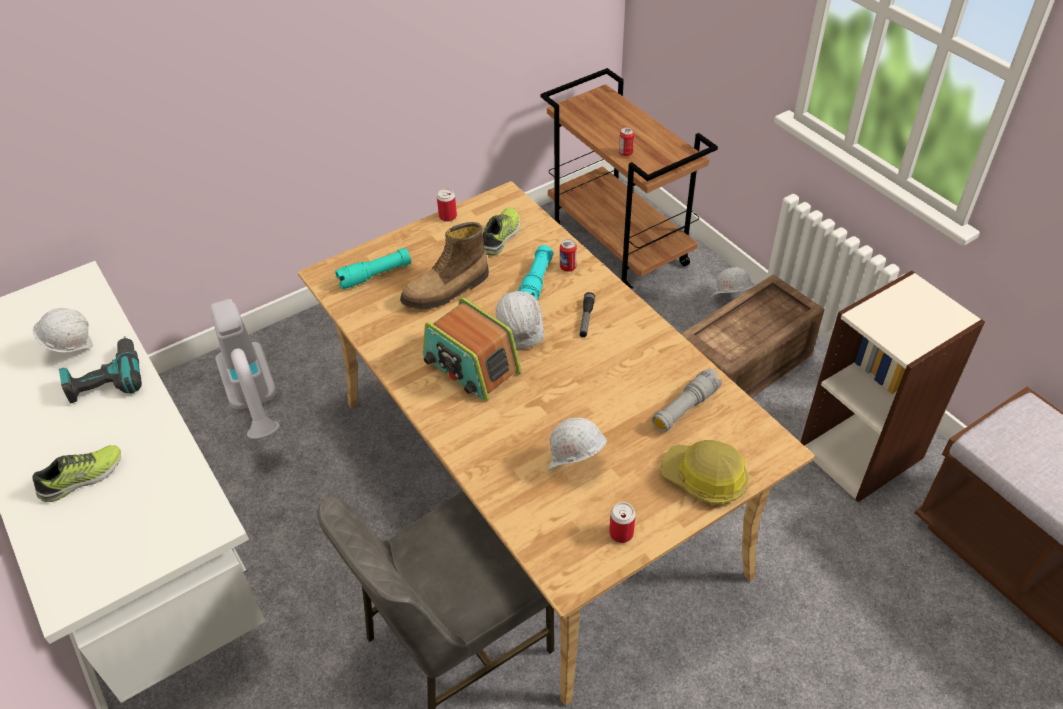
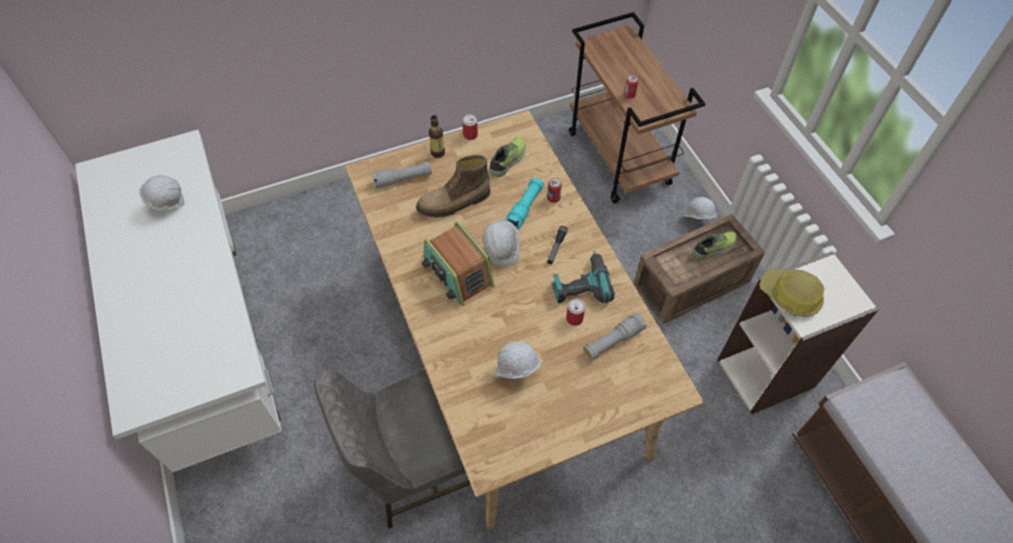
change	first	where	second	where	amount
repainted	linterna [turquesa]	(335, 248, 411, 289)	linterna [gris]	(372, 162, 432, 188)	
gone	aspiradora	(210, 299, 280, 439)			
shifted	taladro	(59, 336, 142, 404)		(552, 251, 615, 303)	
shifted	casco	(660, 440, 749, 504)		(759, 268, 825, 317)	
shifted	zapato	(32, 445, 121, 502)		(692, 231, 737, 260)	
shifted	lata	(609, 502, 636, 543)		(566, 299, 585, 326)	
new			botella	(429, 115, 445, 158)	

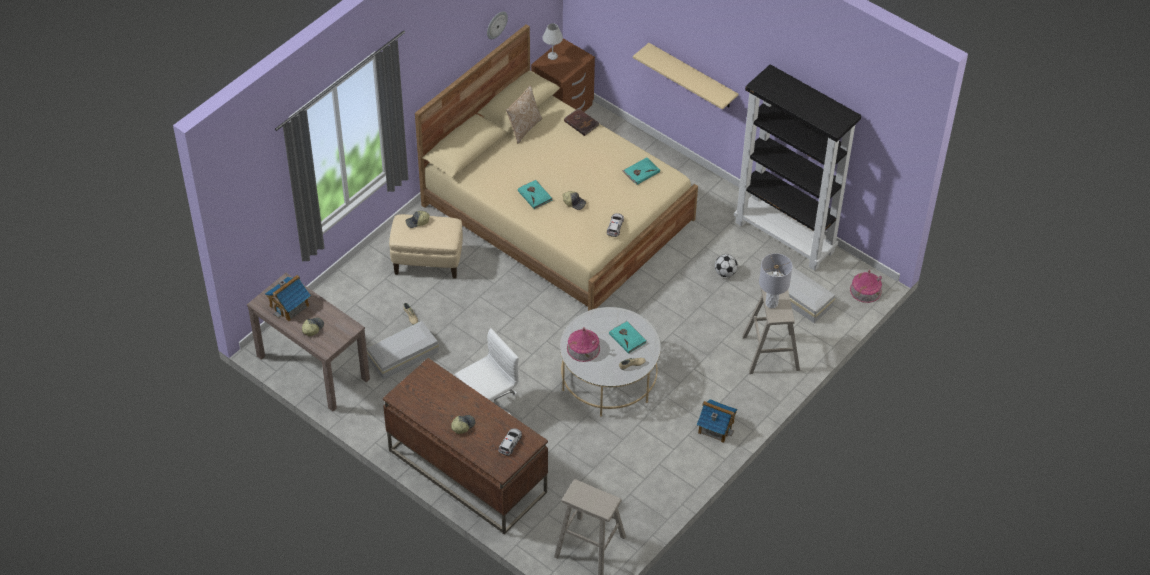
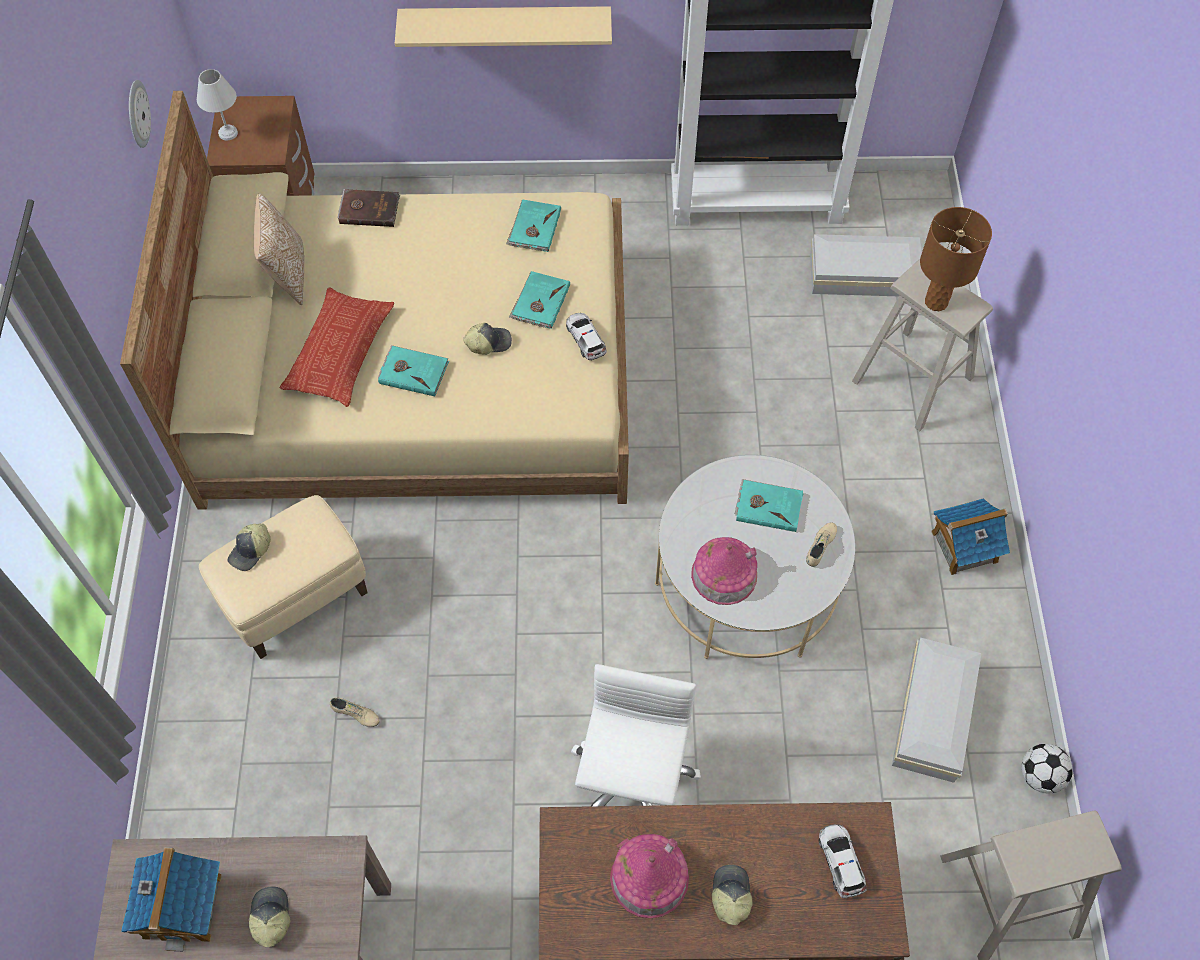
change	first	where	second	where	amount
repainted	lámpara de mesa [gris]	(759, 253, 792, 308)	lámpara de mesa [marrón]	(920, 207, 992, 311)	
shifted	balón de fútbol	(715, 254, 738, 277)		(1021, 744, 1073, 793)	
shifted	casita	(850, 270, 882, 303)		(610, 834, 689, 918)	
shifted	caja de almacenaje [blanco]	(367, 321, 439, 380)		(892, 638, 981, 783)	
new			libro [turquesa]	(509, 271, 570, 329)	
new			cojín	(279, 287, 394, 407)	

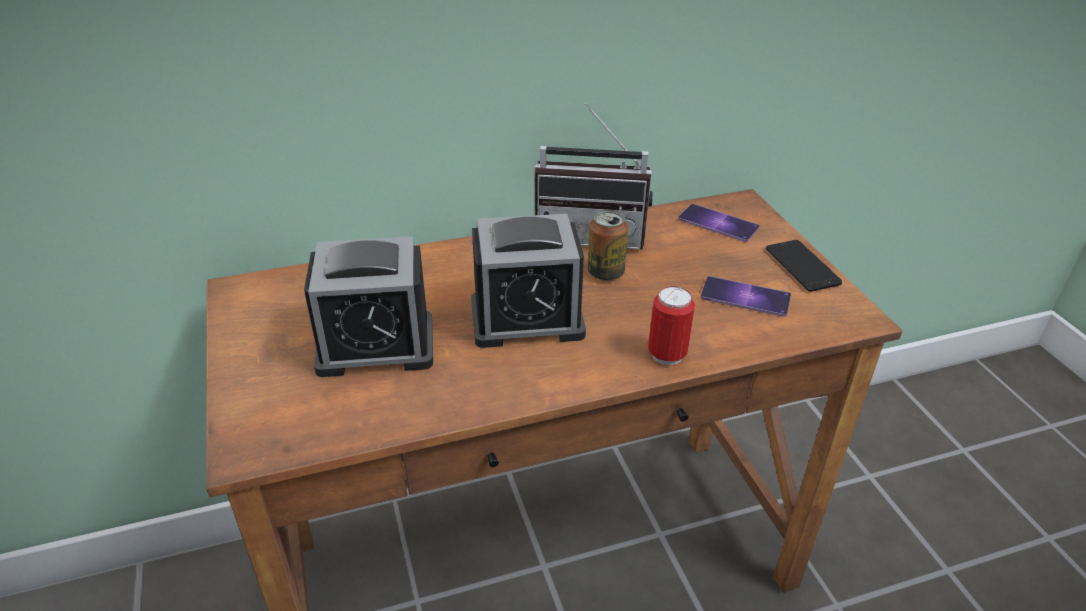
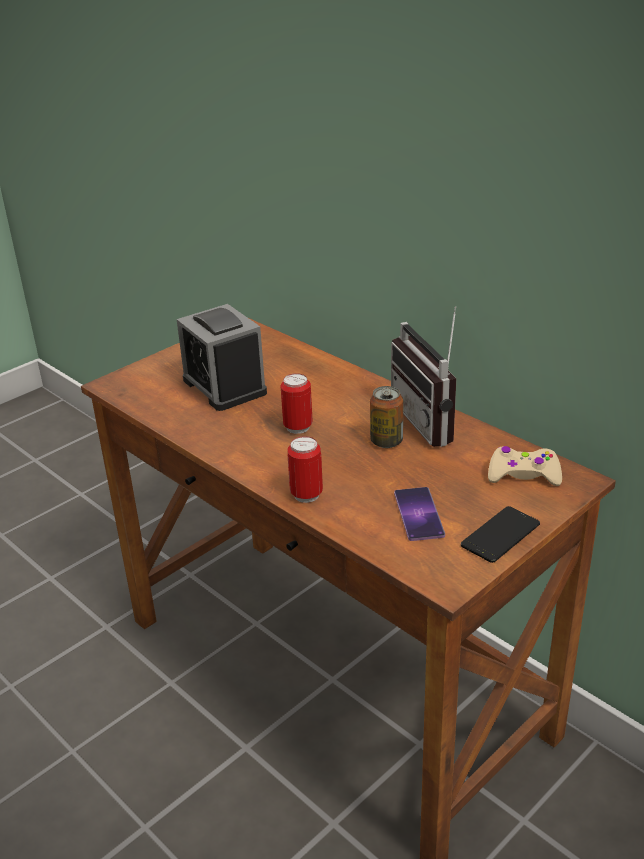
change	first	where	second	where	amount
swapped	móvil	(678, 204, 760, 242)	mando de consola [beis]	(488, 446, 562, 486)	
swapped	despertador	(471, 214, 586, 348)	lata	(281, 373, 313, 434)	

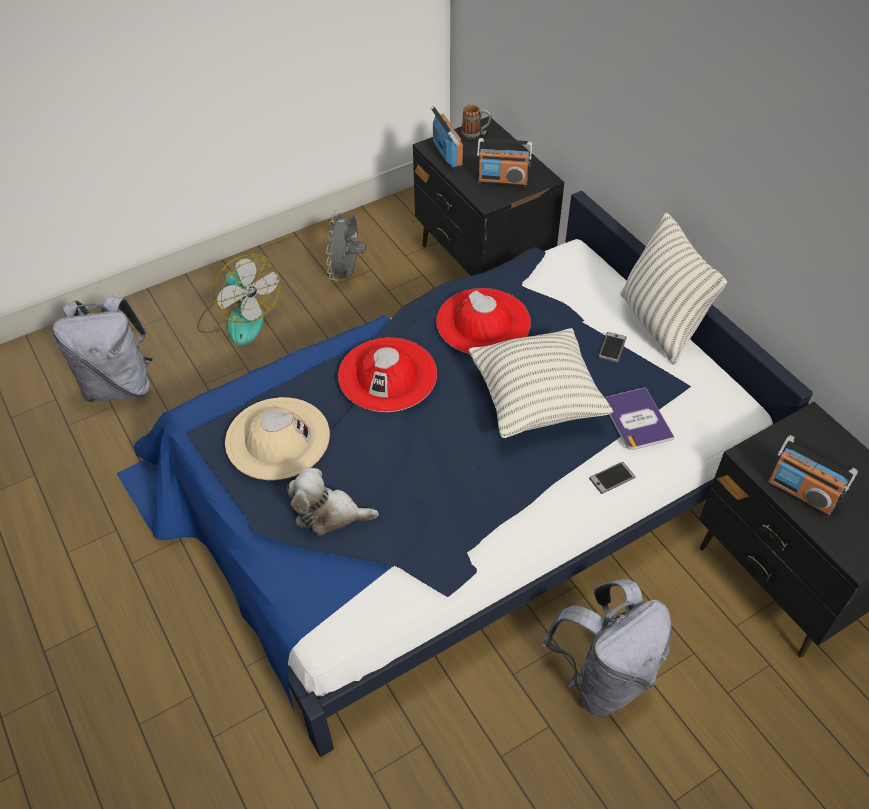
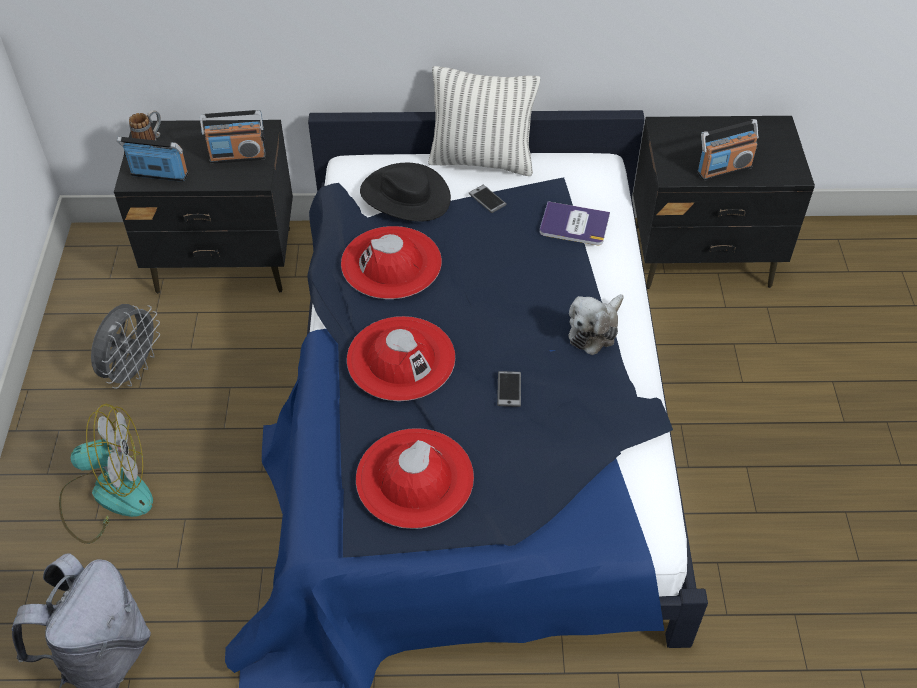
change	first	where	second	where	amount
rotated	radio	(477, 138, 532, 187)		(200, 110, 266, 164)	45 degrees clockwise
rotated	ventilador [gris]	(326, 210, 366, 281)		(91, 304, 160, 389)	105 degrees counterclockwise
gone	cojín	(468, 328, 613, 438)			
repainted	sombrero [beis]	(225, 397, 330, 480)	sombrero [rojo]	(356, 428, 474, 529)	
shifted	móvil	(589, 462, 636, 494)		(497, 371, 521, 407)	
shifted	peluche	(287, 468, 379, 535)		(568, 294, 624, 355)	
gone	mochila [gris]	(543, 579, 672, 717)			
new			sombrero [negro]	(360, 163, 451, 222)	

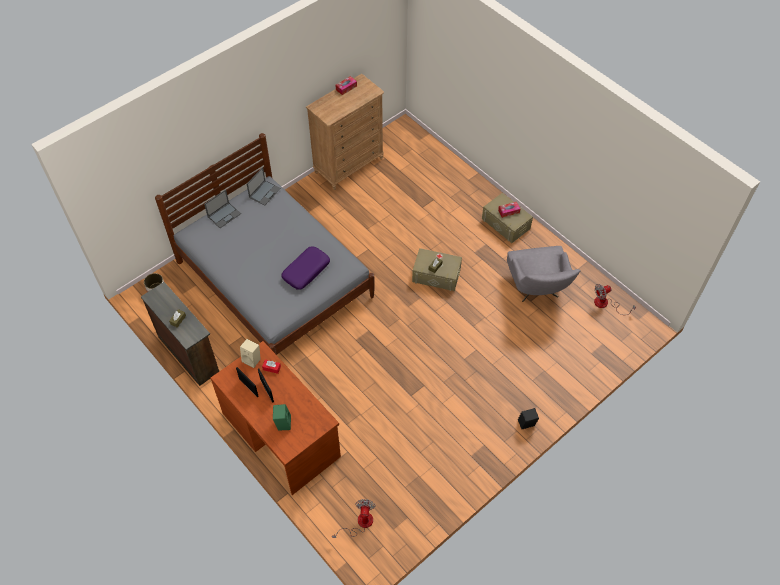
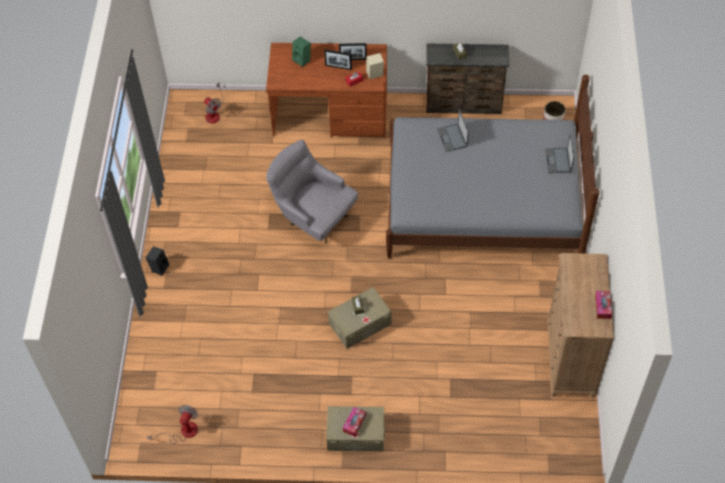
change	first	where	second	where	amount
shifted	portátil	(247, 167, 281, 205)		(437, 109, 469, 152)	
gone	cojín [morado]	(281, 246, 330, 290)			
shifted	sillón [gris]	(507, 246, 581, 302)		(266, 139, 358, 244)	

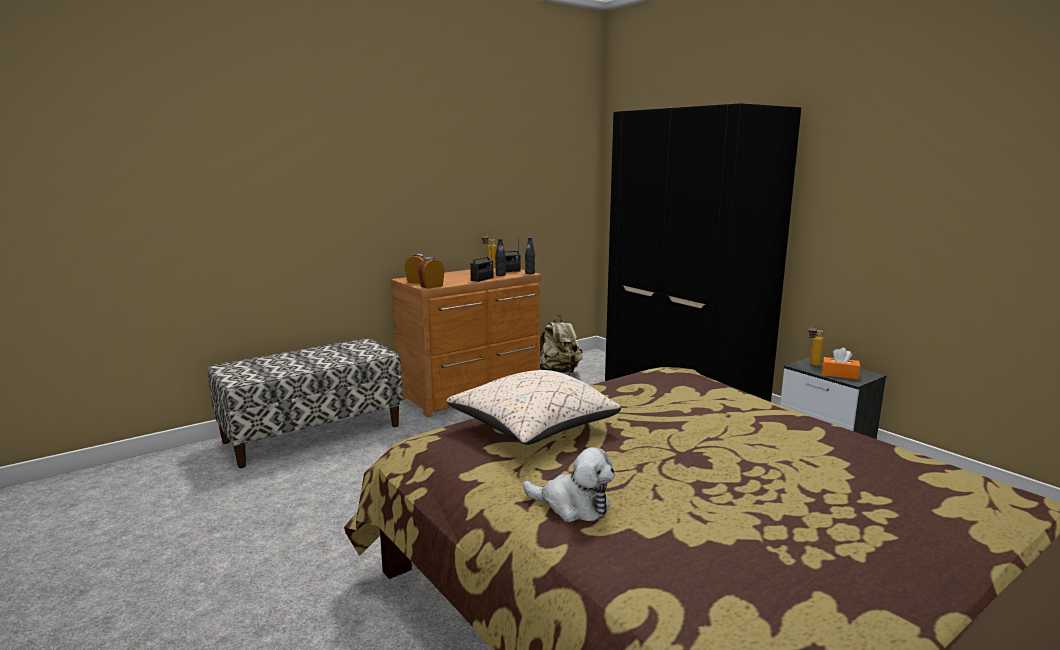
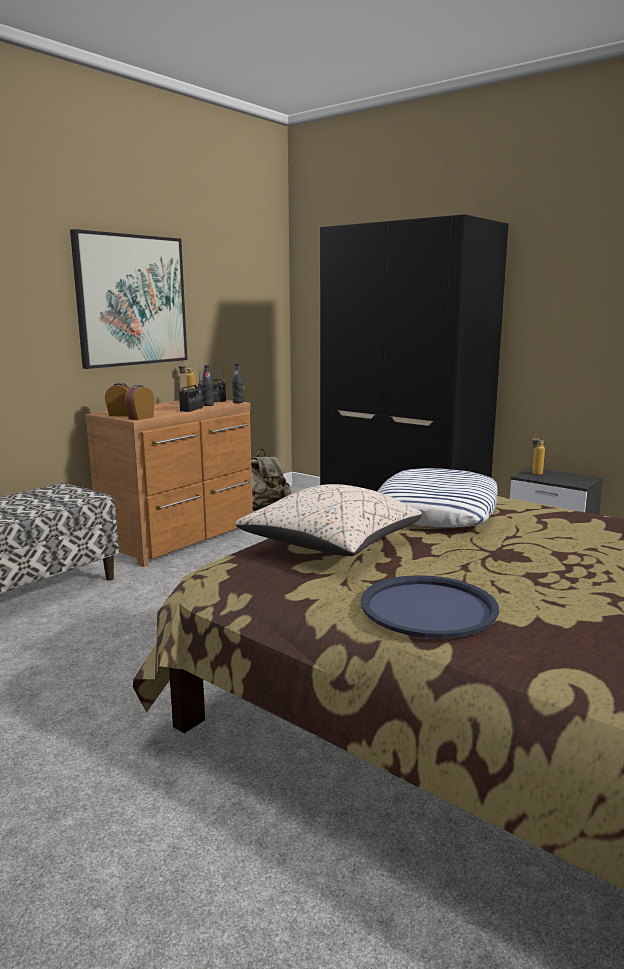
change	first	where	second	where	amount
gone	caja de pañuelos [naranja]	(822, 348, 860, 380)			
swapped	peluche	(523, 447, 615, 522)	bandeja [azul]	(361, 575, 499, 638)	
new			cuadro	(70, 229, 187, 369)	
new			cojín	(378, 468, 498, 528)	

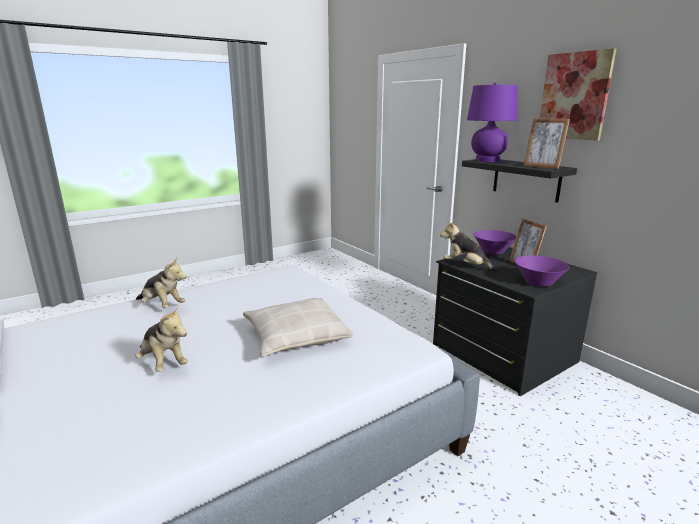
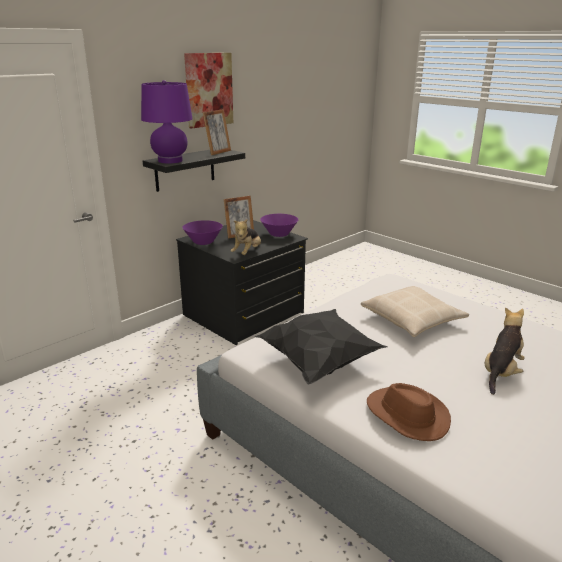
change	first	where	second	where	amount
swapped	peluche	(136, 257, 187, 308)	sombrero [marrón]	(367, 383, 451, 441)	
new			cojín [negro]	(255, 309, 387, 385)	

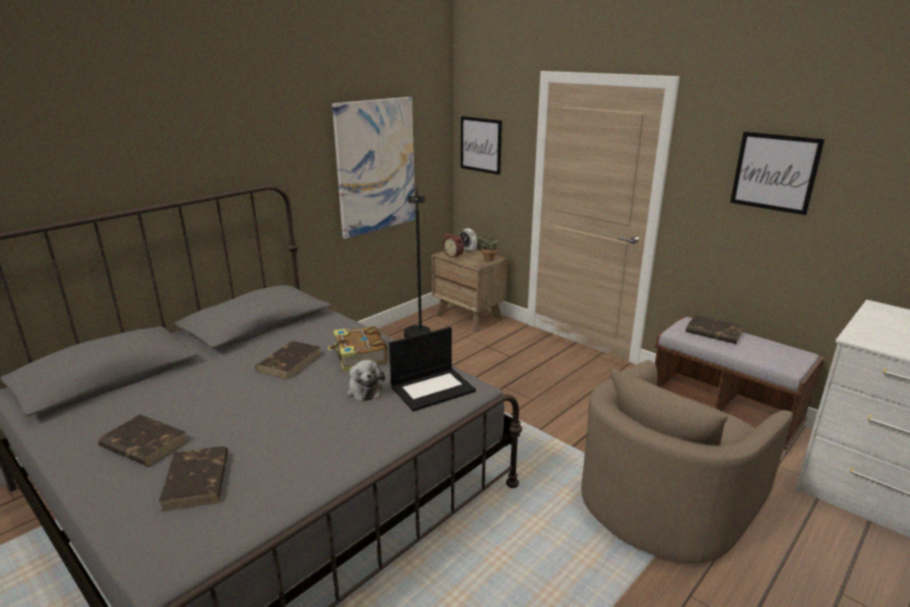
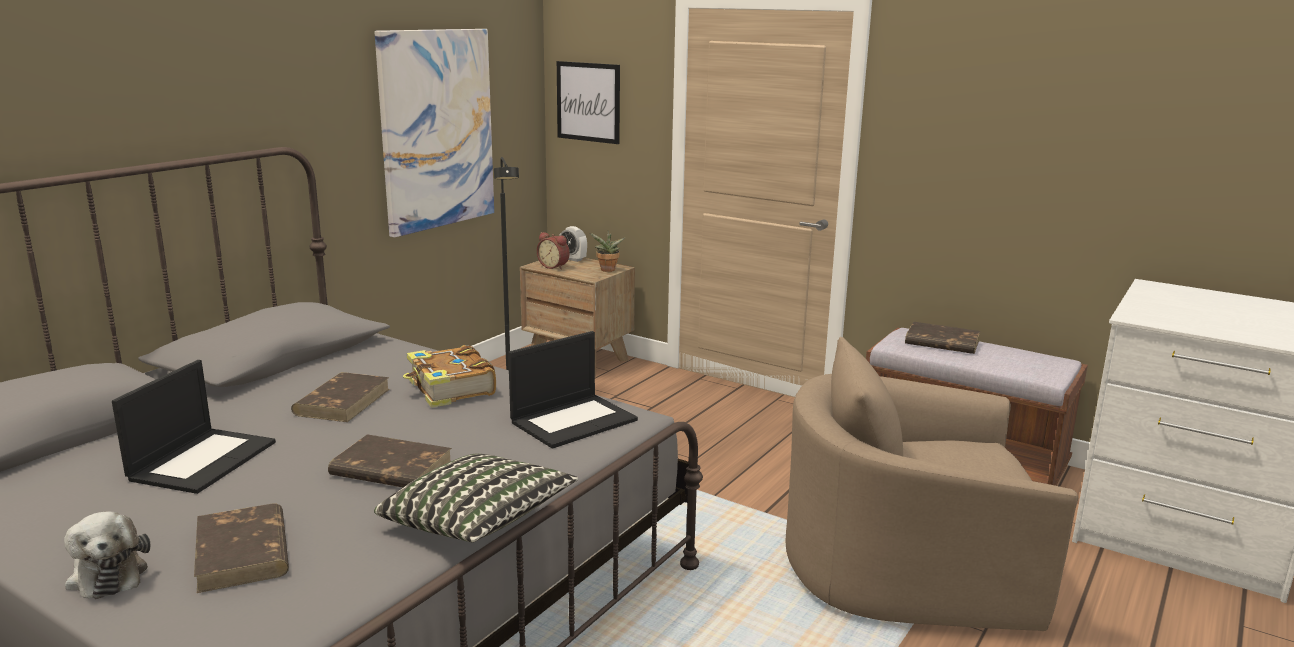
change	first	where	second	where	amount
gone	cuadro	(730, 131, 825, 215)			
shifted	peluche	(347, 360, 385, 401)		(64, 511, 150, 599)	
rotated	sillón [beis]	(581, 360, 793, 563)		(786, 337, 1078, 631)	60 degrees clockwise
shifted	libro [marrón]	(98, 414, 188, 466)		(328, 434, 452, 487)	
new			portátil	(112, 360, 276, 494)	
new			cojín	(374, 453, 578, 542)	

